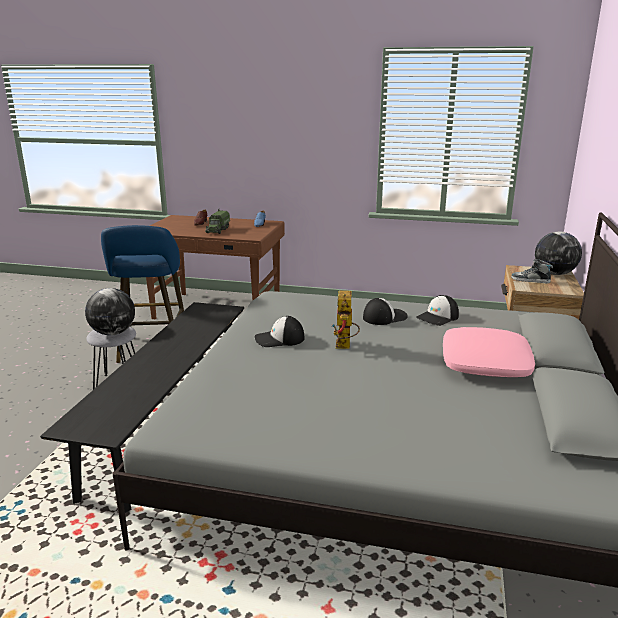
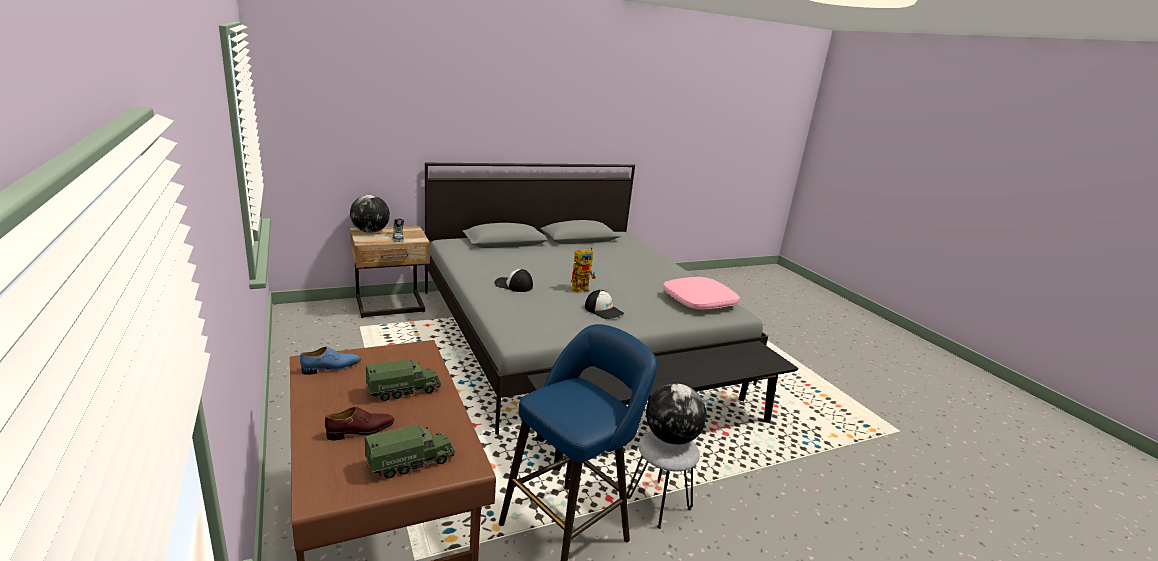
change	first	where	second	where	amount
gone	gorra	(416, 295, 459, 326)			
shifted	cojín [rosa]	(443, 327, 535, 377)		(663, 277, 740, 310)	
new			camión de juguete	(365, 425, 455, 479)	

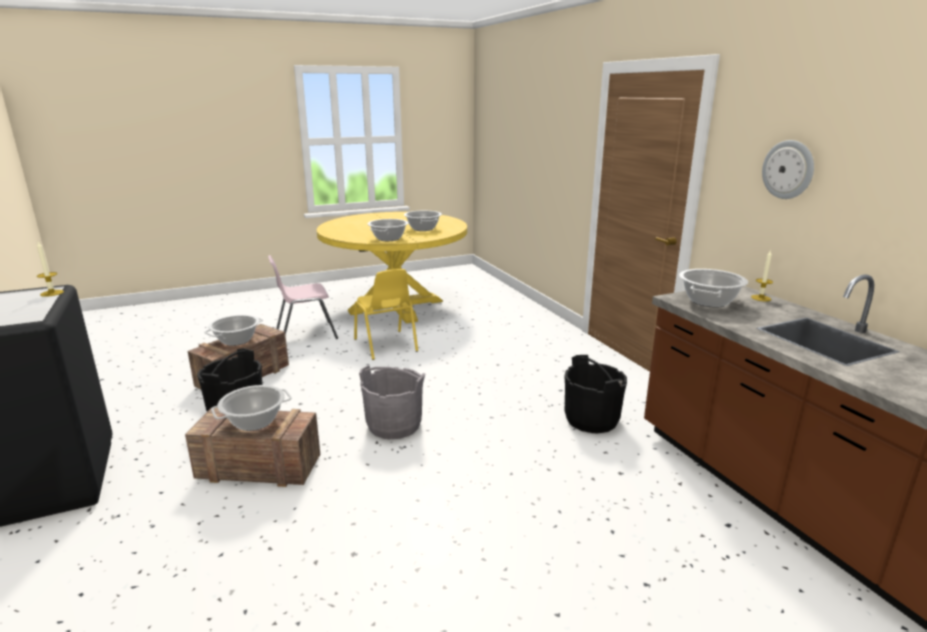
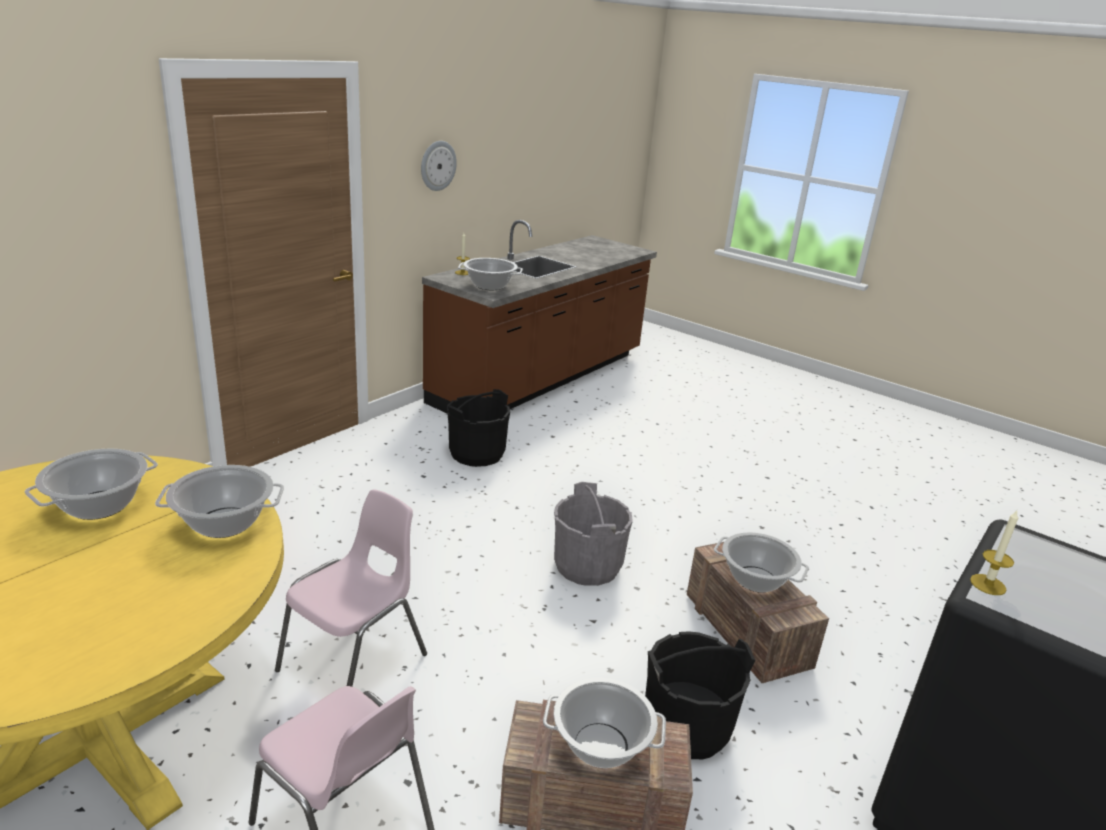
change	first	where	second	where	amount
repainted	silla [amarillo]	(354, 269, 418, 360)	silla [rosa]	(275, 490, 427, 687)	

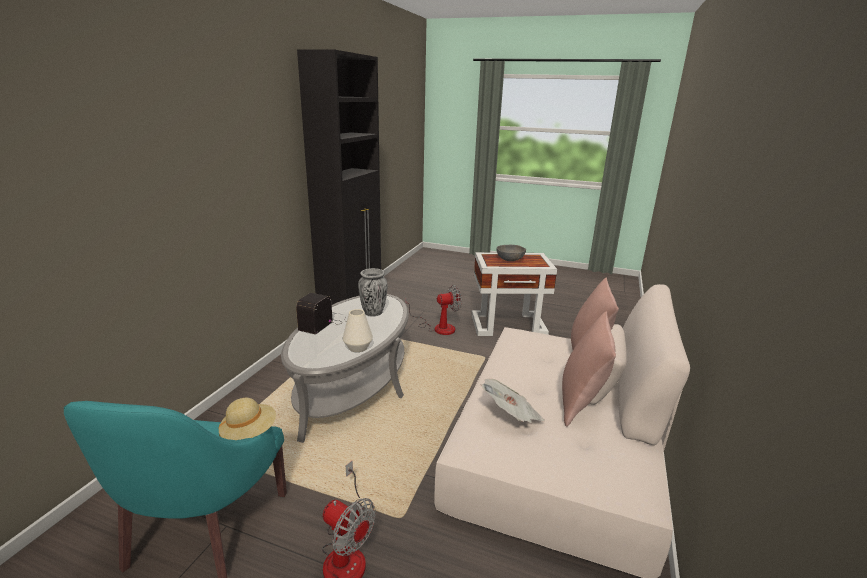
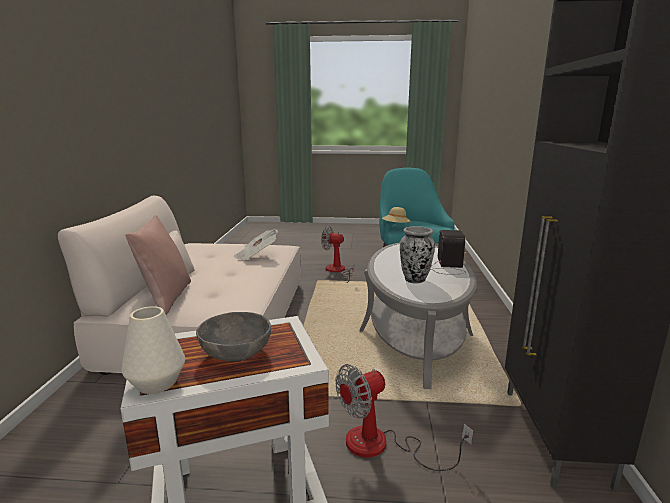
change	first	where	second	where	amount
shifted	florero [blanco]	(343, 309, 373, 352)		(121, 306, 185, 394)	
gone	cojín [rosa]	(562, 311, 616, 427)			

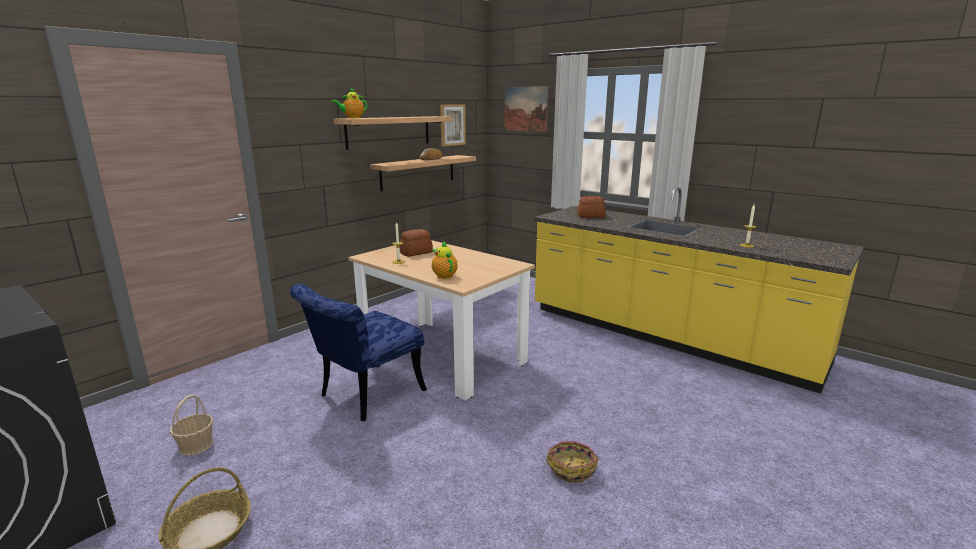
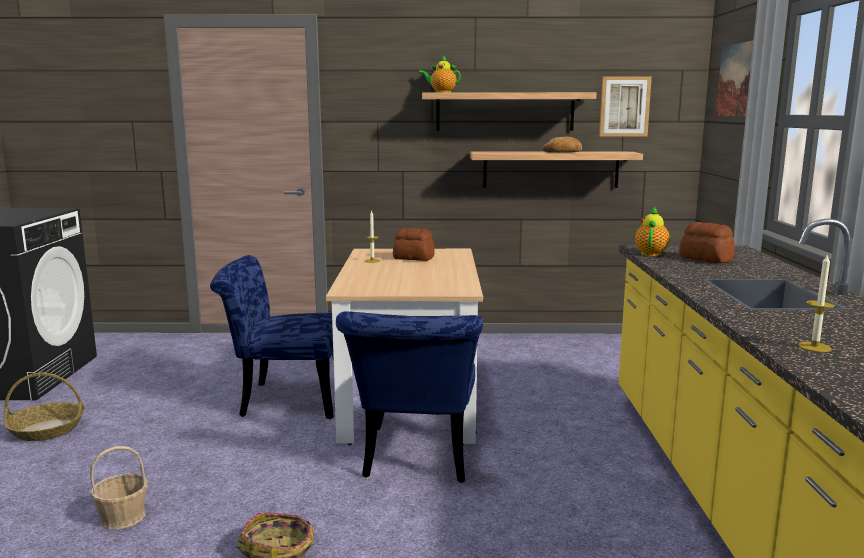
change	first	where	second	where	amount
shifted	tetera	(432, 241, 458, 279)		(635, 207, 670, 256)	
shifted	cesta	(170, 395, 213, 456)		(90, 446, 148, 530)	
new			silla [azul]	(336, 311, 483, 483)	

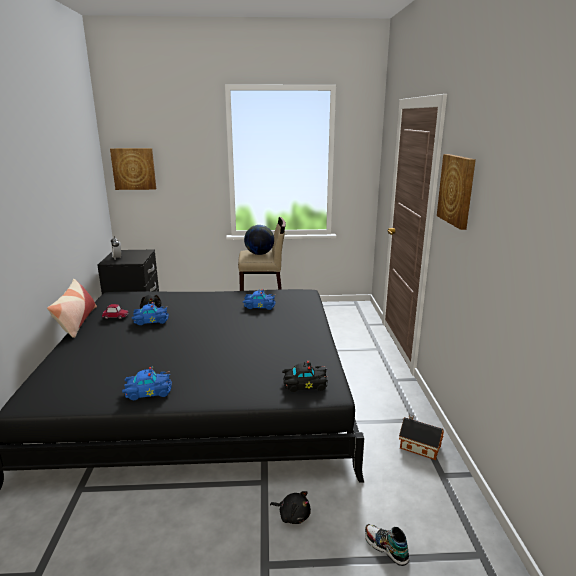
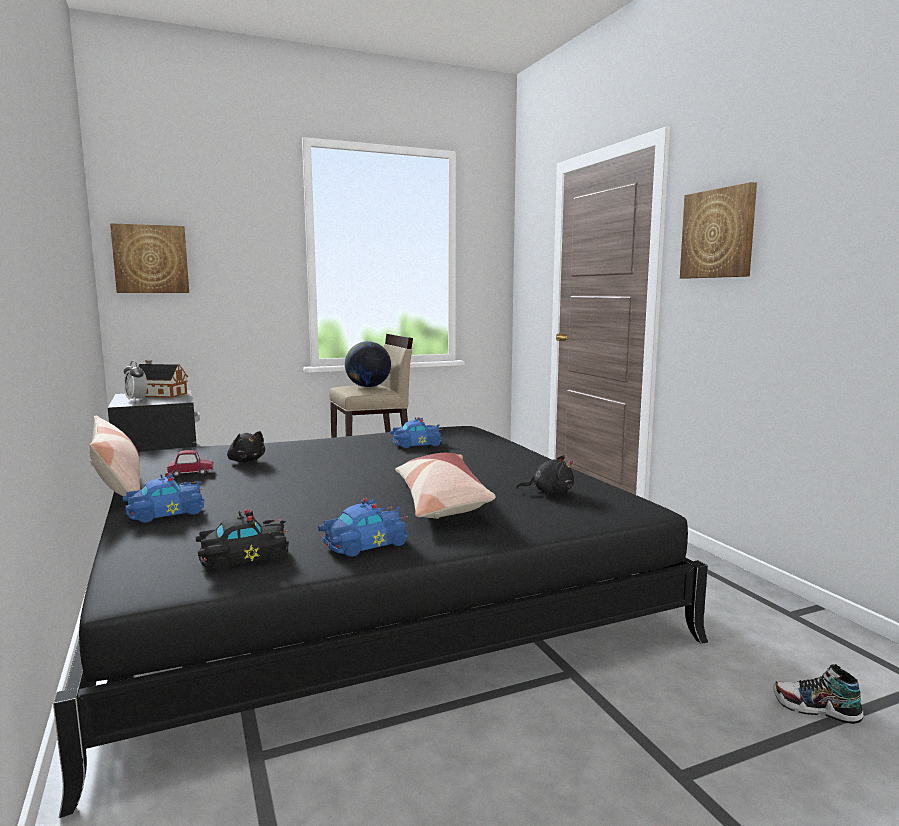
change	first	where	second	where	amount
shifted	coche de juguete [azul]	(132, 302, 169, 325)		(123, 473, 204, 523)	
shifted	coche de juguete [negro]	(282, 360, 328, 392)		(196, 509, 289, 571)	
shifted	casita	(399, 414, 444, 460)		(138, 360, 188, 398)	
shifted	peluche [negro]	(270, 491, 311, 524)		(516, 455, 574, 495)	
new			cojín	(395, 453, 496, 519)	

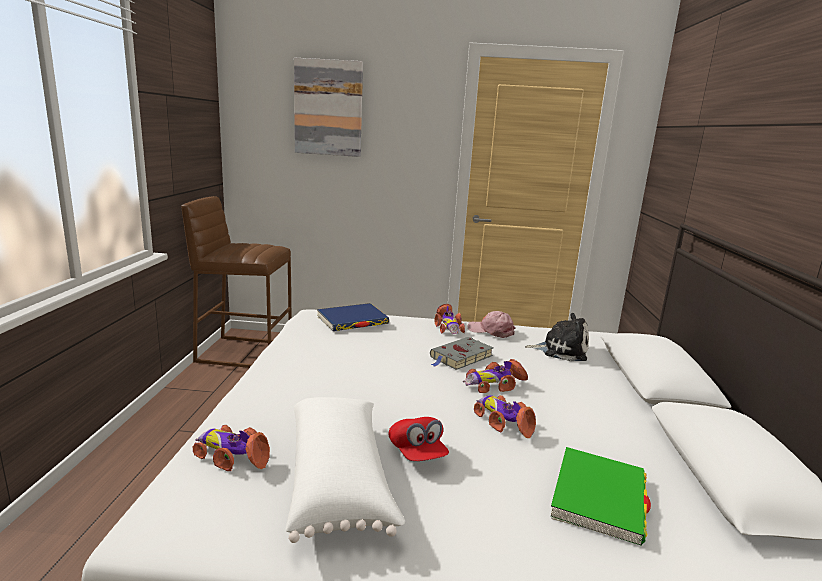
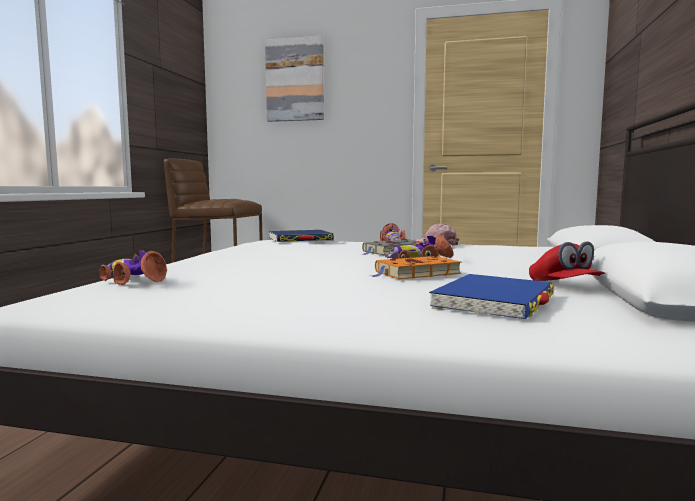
change	first	where	second	where	amount
gone	peluche	(525, 313, 589, 361)			
swapped	coche de juguete	(474, 395, 536, 438)	libro [naranja]	(372, 256, 462, 279)	
gone	cojín [blanco]	(286, 397, 405, 543)			
shifted	gorra [rojo]	(389, 417, 449, 461)		(529, 241, 605, 281)	
repainted	libro [verde]	(551, 447, 651, 545)	libro [azul]	(429, 274, 554, 319)	

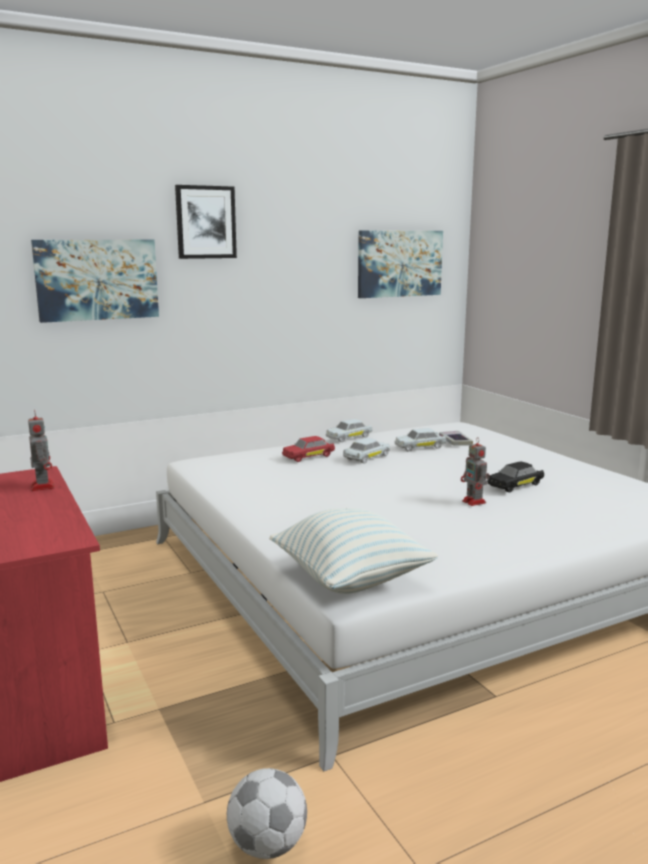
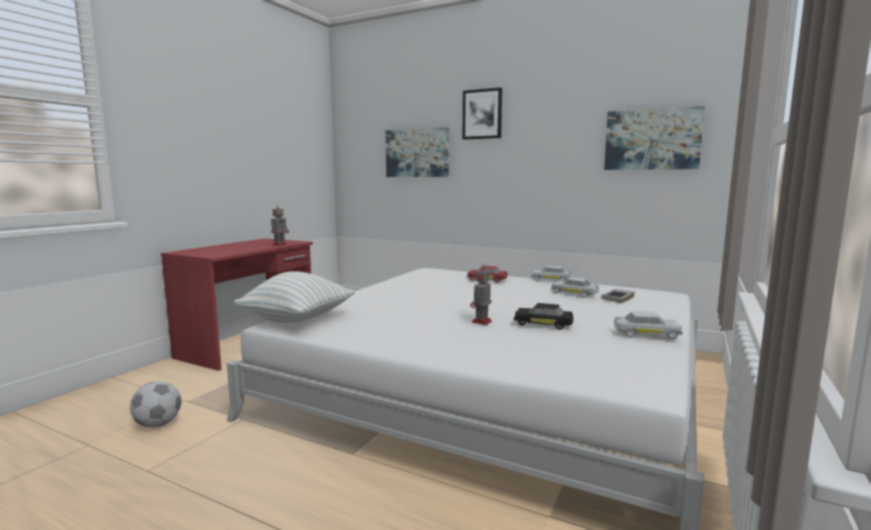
change	first	where	second	where	amount
shifted	coche de juguete [blanco]	(343, 438, 390, 464)		(614, 311, 683, 339)	

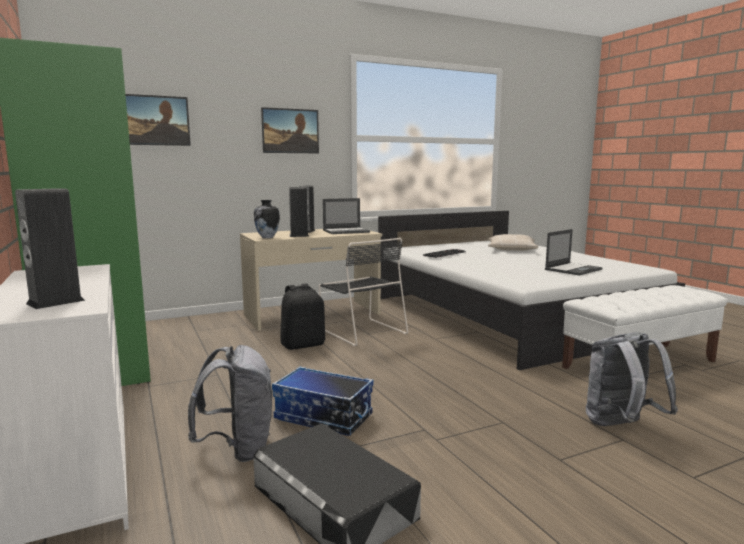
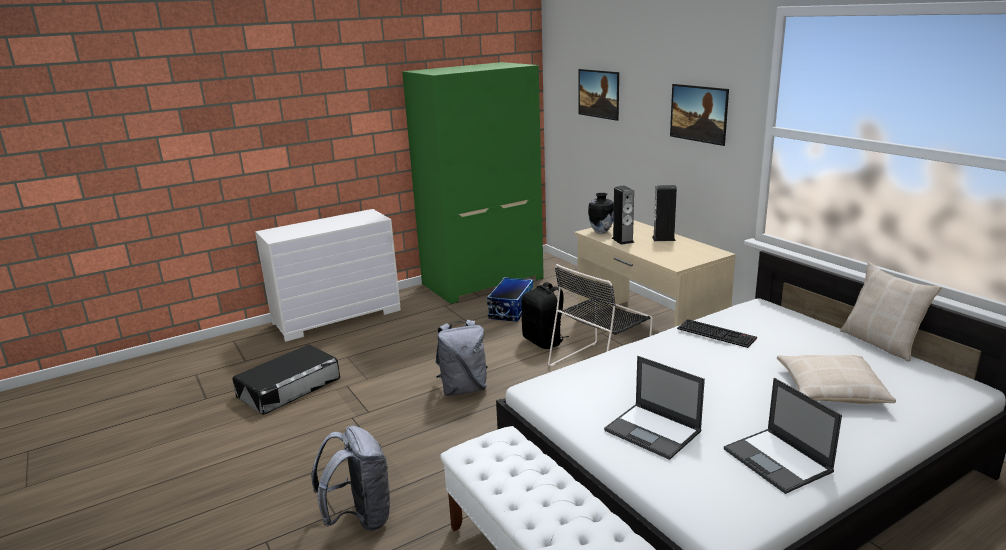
change	first	where	second	where	amount
gone	altavoz	(15, 188, 85, 309)			
shifted	portátil	(323, 198, 370, 234)		(724, 378, 842, 494)	
shifted	mochila [gris]	(188, 345, 272, 462)		(435, 320, 488, 396)	
shifted	caja de almacenaje	(272, 367, 373, 436)		(487, 277, 533, 322)	
new			cojín [beis]	(840, 262, 942, 362)	

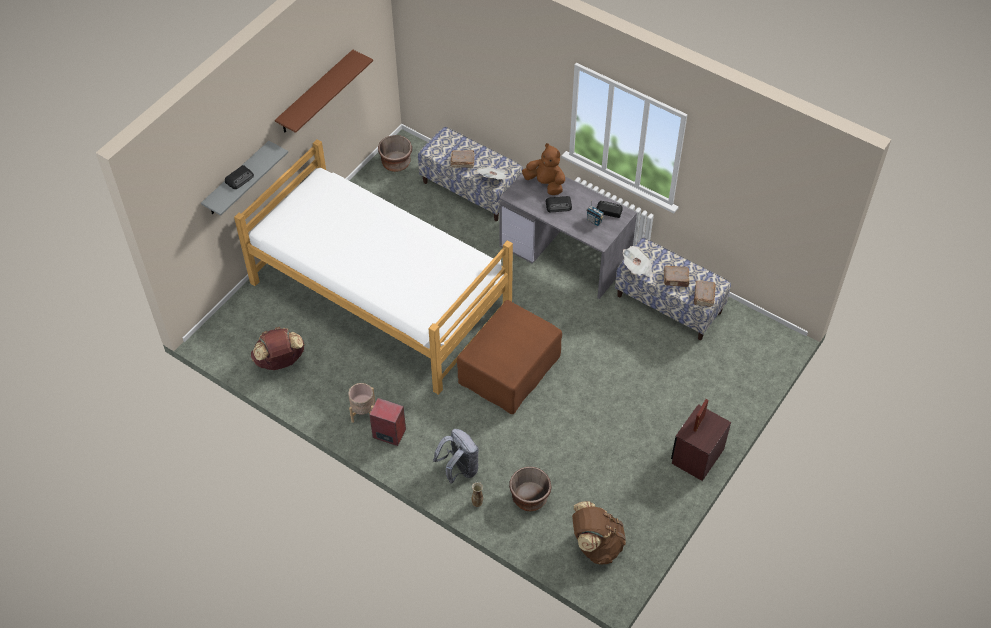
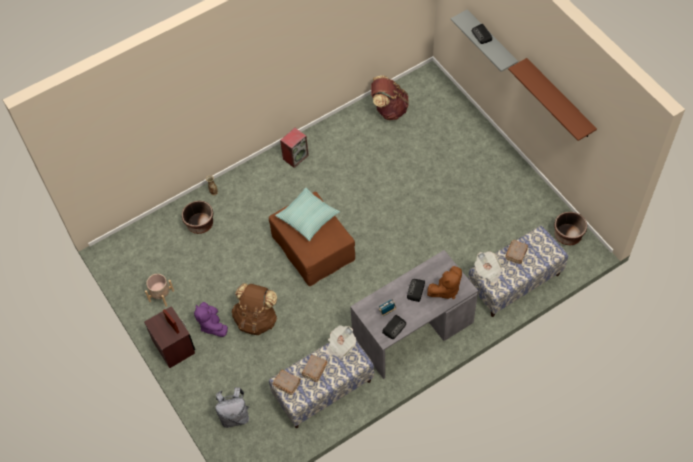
change	first	where	second	where	amount
gone	cama	(234, 139, 513, 395)			
shifted	maceta [beis]	(348, 383, 375, 423)		(145, 274, 174, 307)	
shifted	mochila [gris]	(433, 429, 479, 484)		(215, 387, 250, 428)	
shifted	mochila [marrón]	(572, 501, 626, 565)		(232, 283, 277, 335)	
new			cojín	(275, 187, 340, 241)	
new			peluche [morado]	(194, 302, 228, 337)	

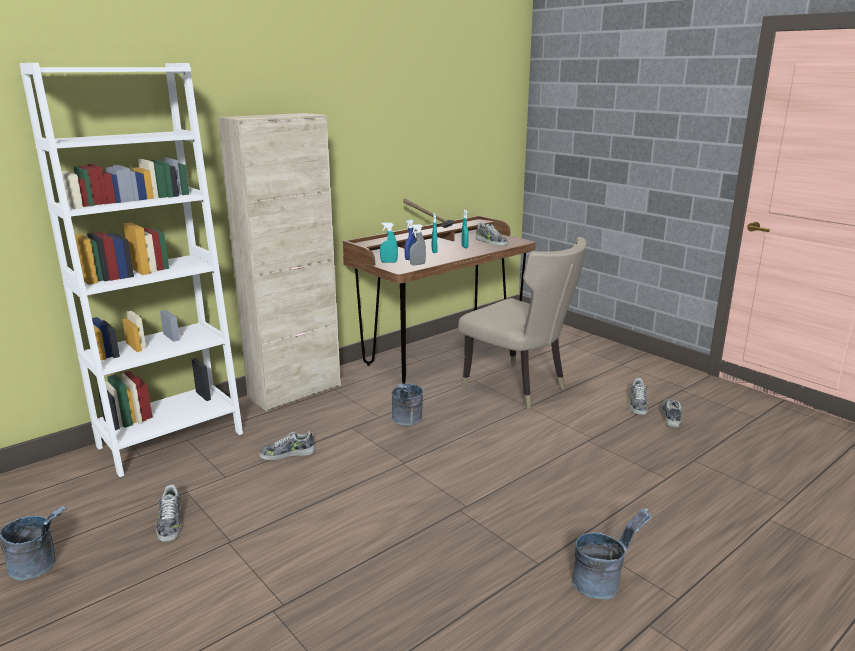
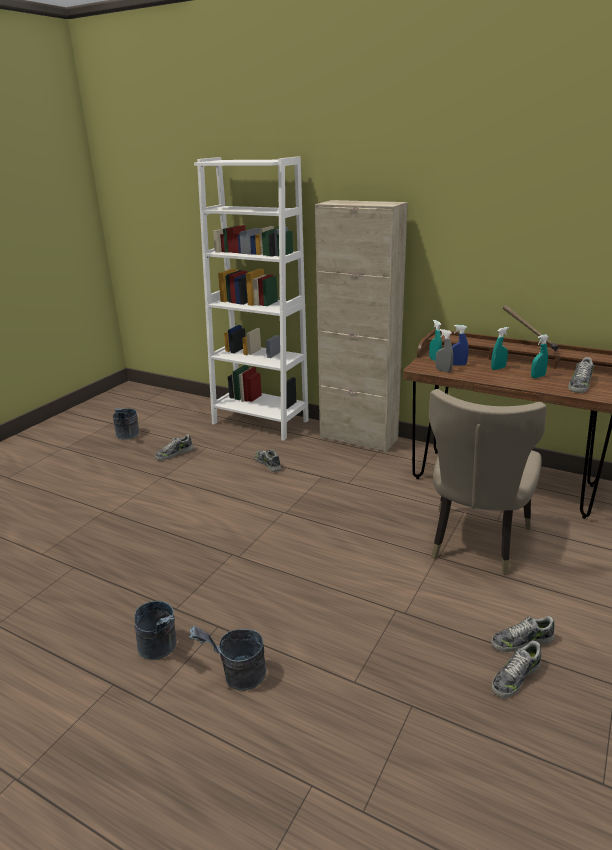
change	first	where	second	where	amount
shifted	cubo [gris]	(392, 383, 423, 426)		(189, 626, 266, 691)	
rotated	zapato	(661, 399, 682, 428)		(492, 641, 541, 698)	150 degrees clockwise

